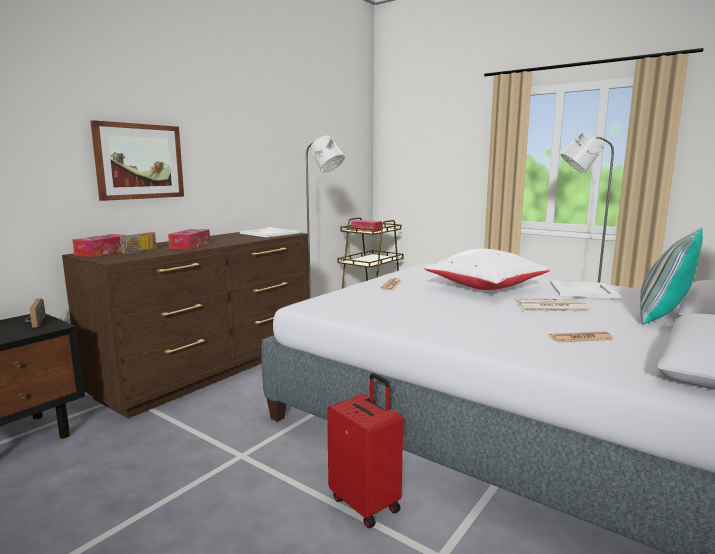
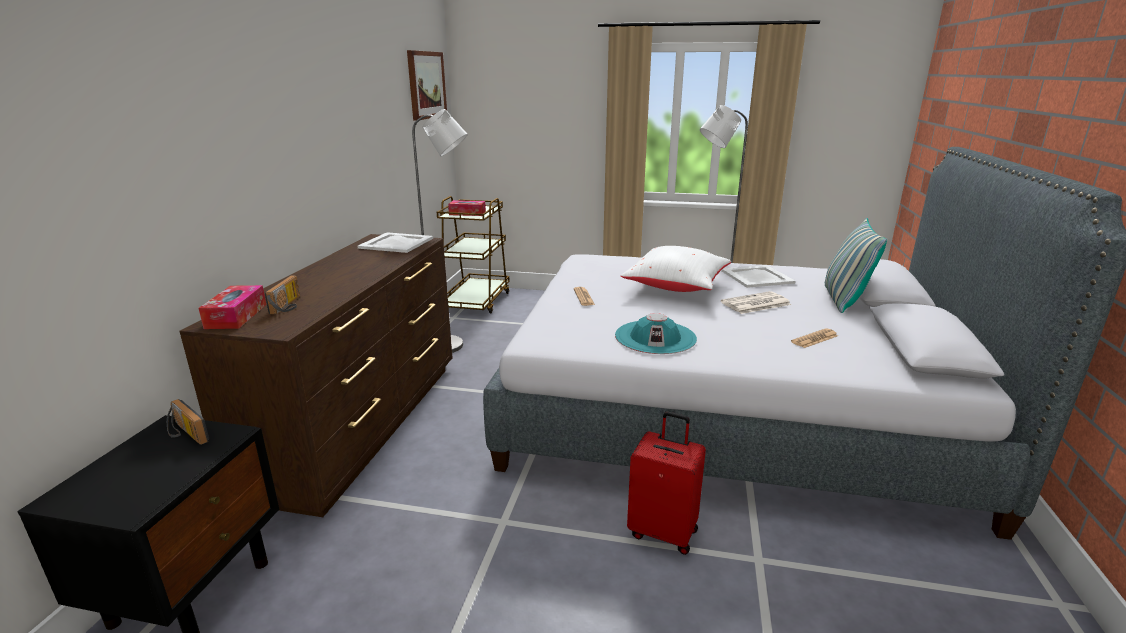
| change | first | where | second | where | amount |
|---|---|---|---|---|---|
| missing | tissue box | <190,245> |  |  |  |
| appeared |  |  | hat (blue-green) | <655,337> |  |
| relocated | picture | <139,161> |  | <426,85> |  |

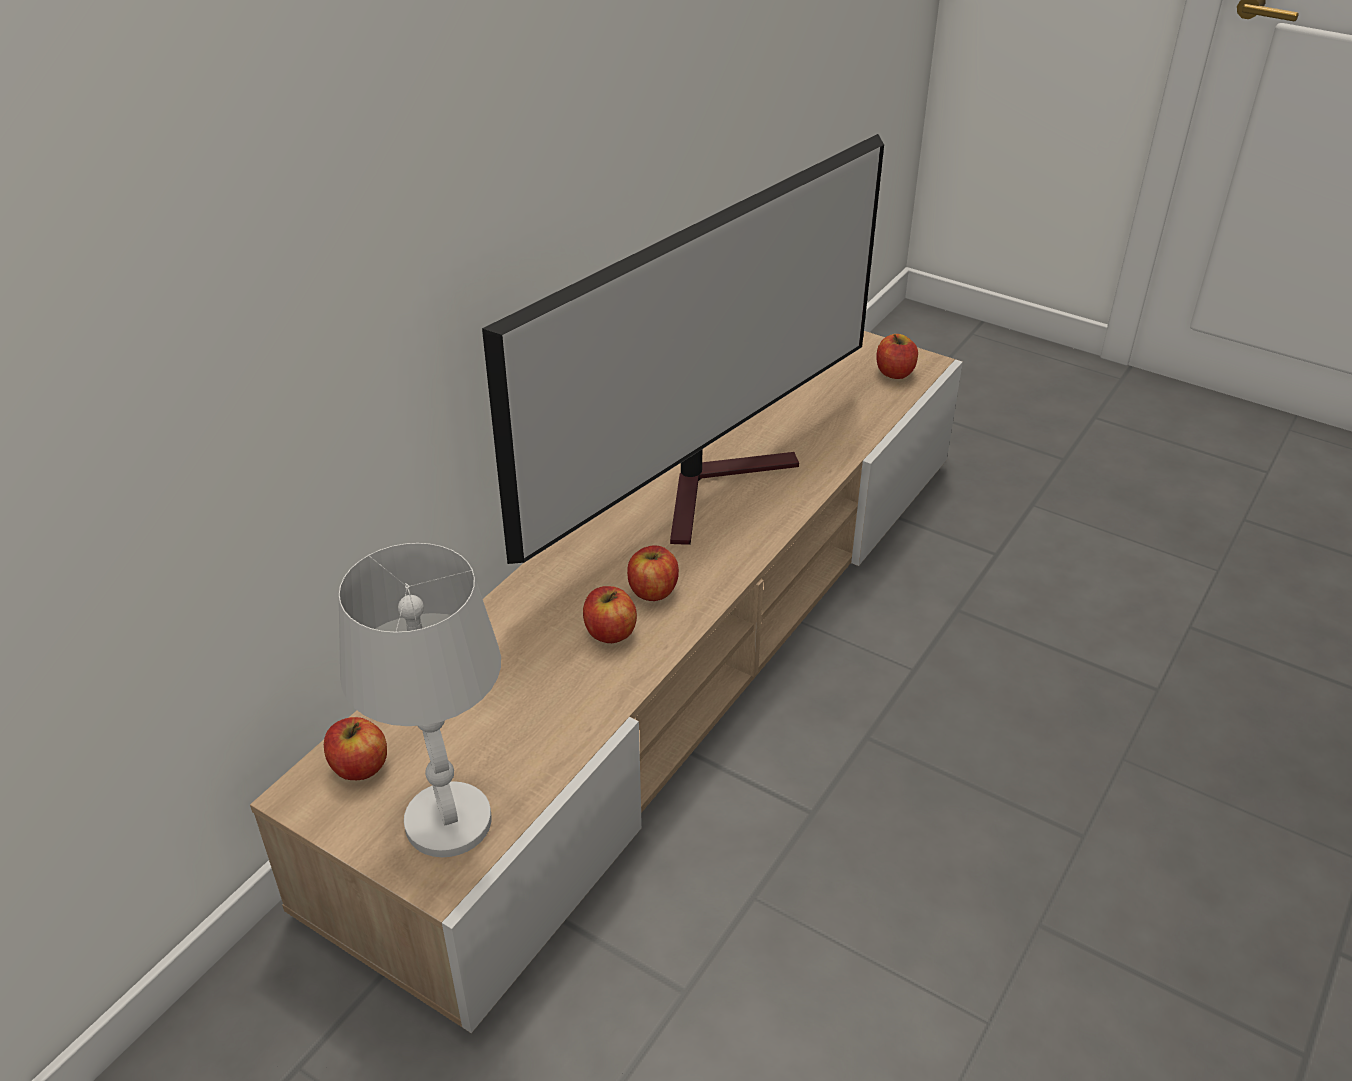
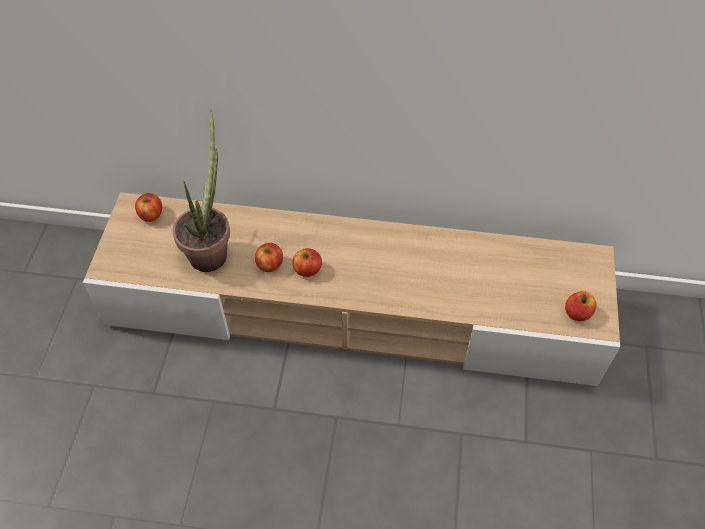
| change | first | where | second | where | amount |
|---|---|---|---|---|---|
| missing | tabletop lamp (whitish) | <449,822> |  |  |  |
| missing | television | <715,484> |  |  |  |
| appeared |  |  | houseplant | <211,250> |  |

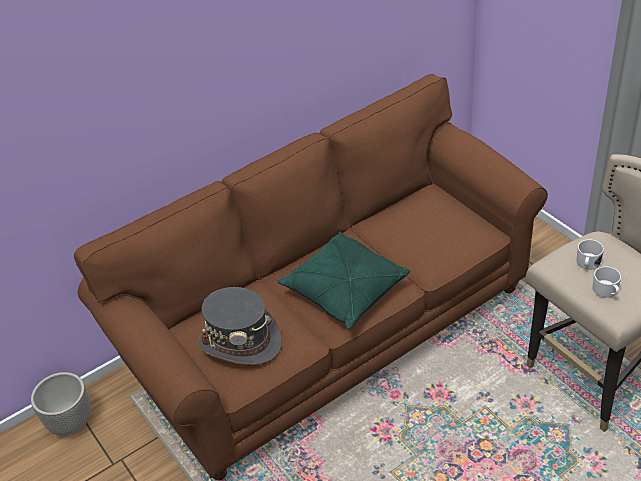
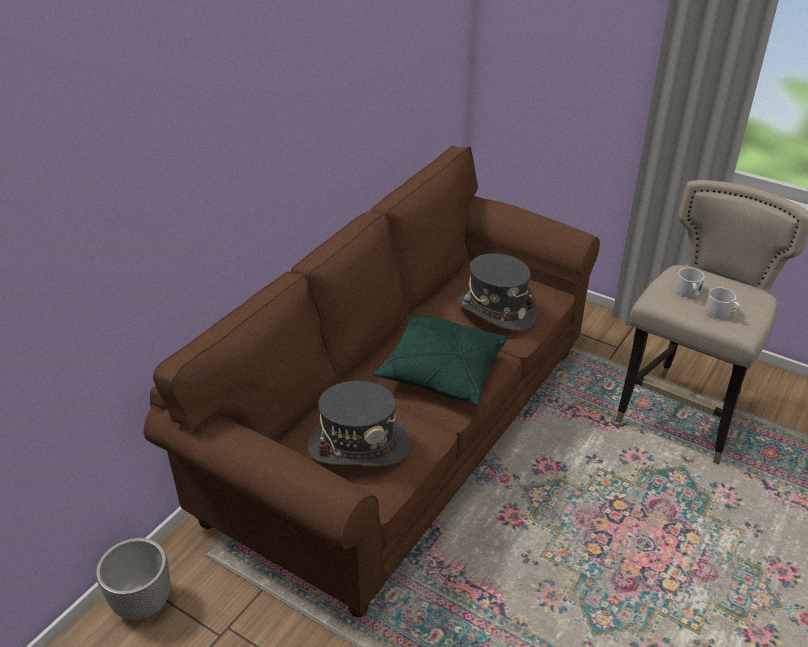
| change | first | where | second | where | amount |
|---|---|---|---|---|---|
| appeared |  |  | hat (gray) | <496,310> |  |

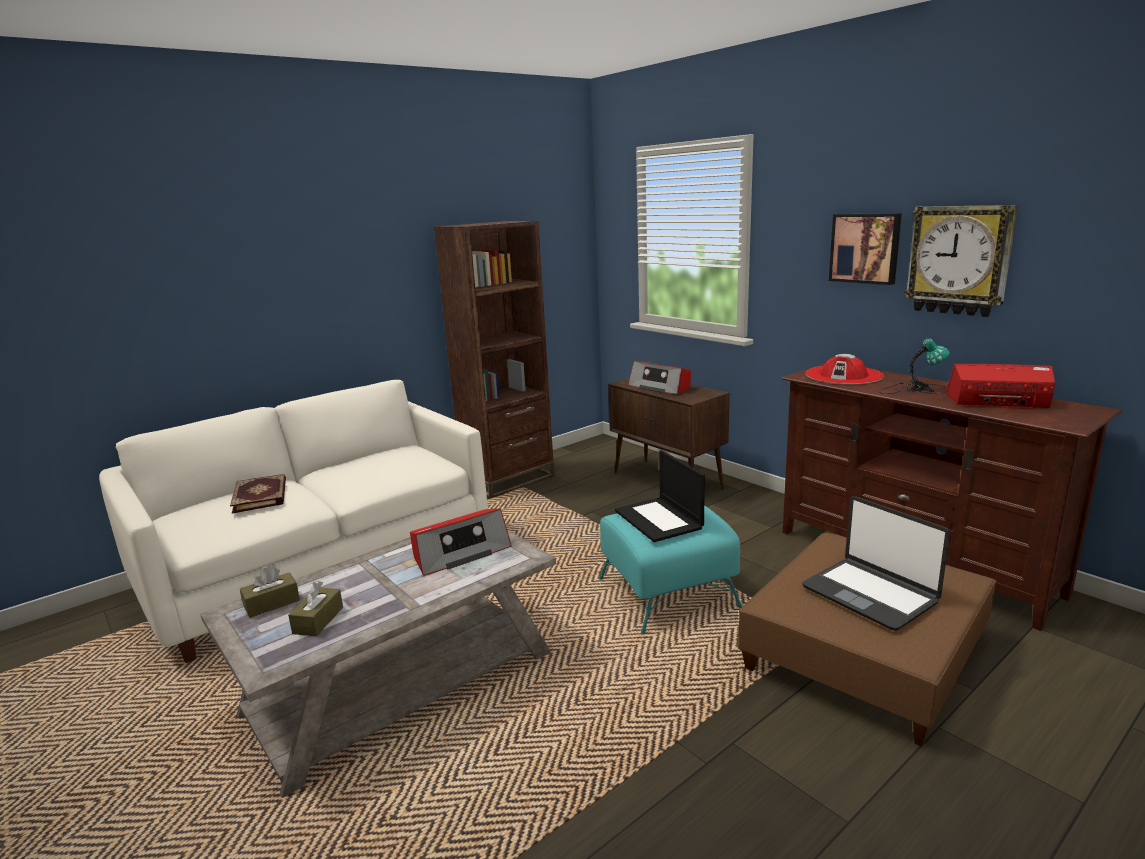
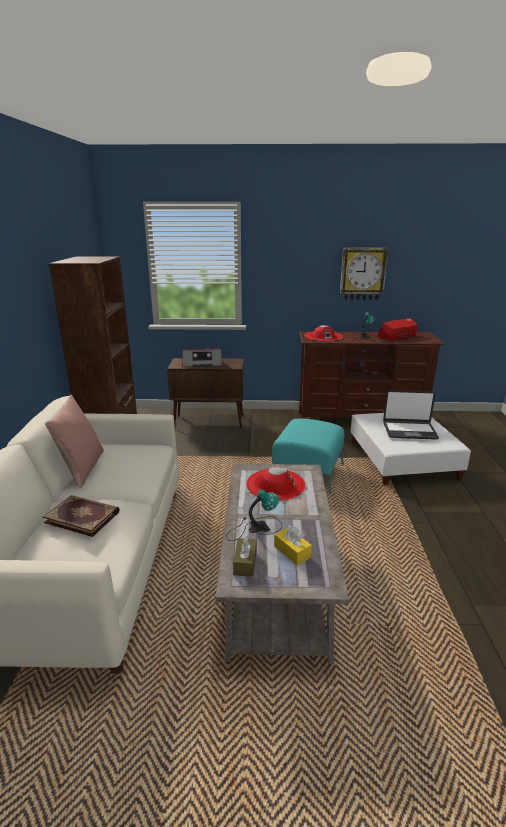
| change | first | where | second | where | amount |
|---|---|---|---|---|---|
| missing | laptop | <659,520> |  |  |  |
| missing | picture | <865,248> |  |  |  |
| appeared |  |  | throw pillow (pink) | <82,469> |  |
| appeared |  |  | tabletop lamp | <255,528> |  |
| exchanged | radio receiver | <460,553> | hat (red-coloured) | <275,484> |  |
| colour | tissue box (brownish) | <318,620> | tissue box (yellow-coloured) | <292,551> |  |
| colour | footrest (brownish) | <865,653> | footrest (whitish) | <402,459> |  |

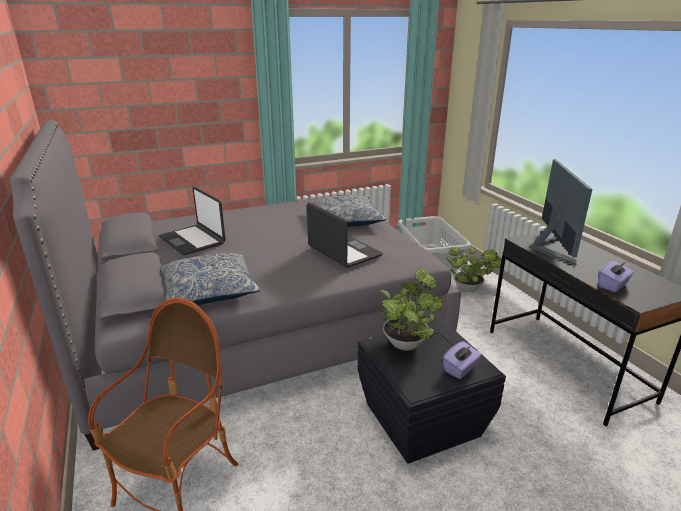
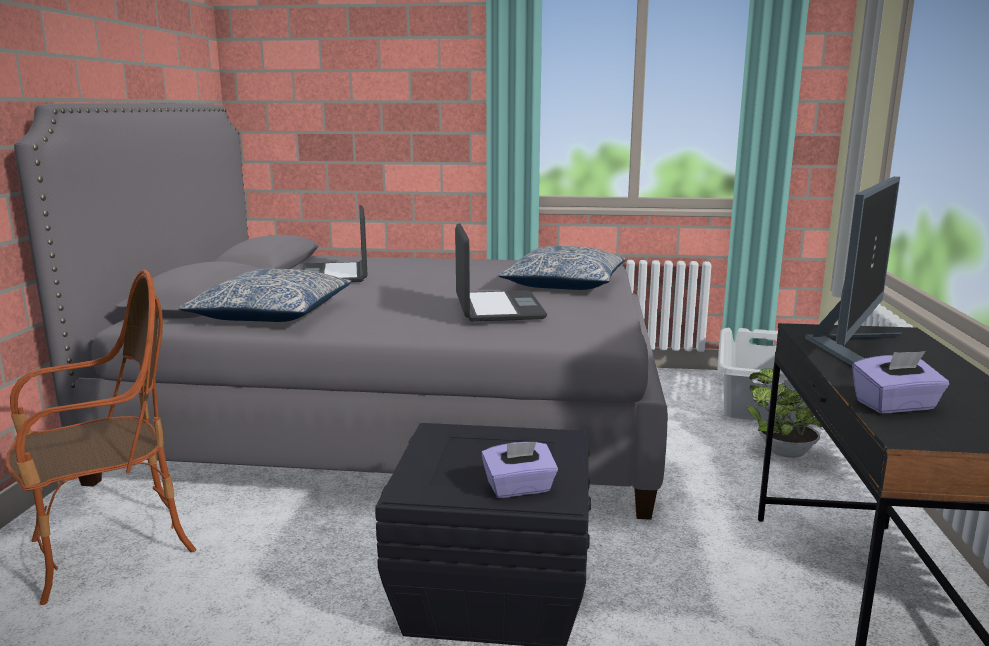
| change | first | where | second | where | amount |
|---|---|---|---|---|---|
| missing | houseplant | <406,342> |  |  |  |

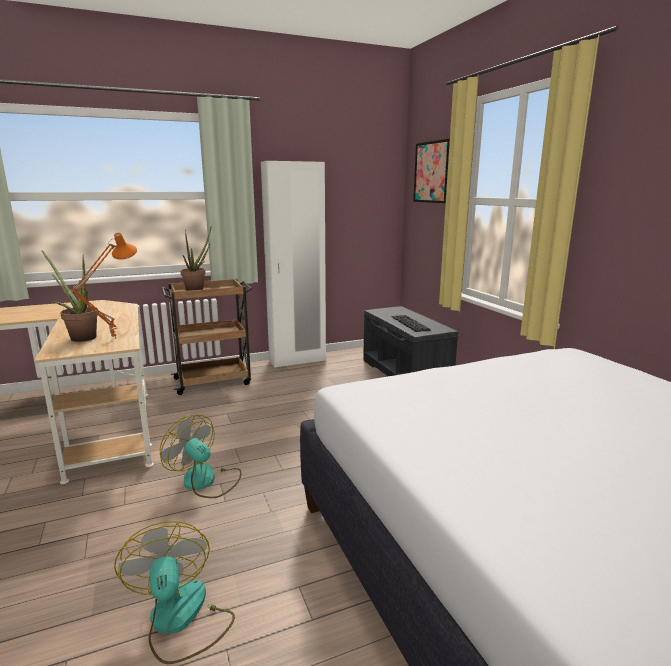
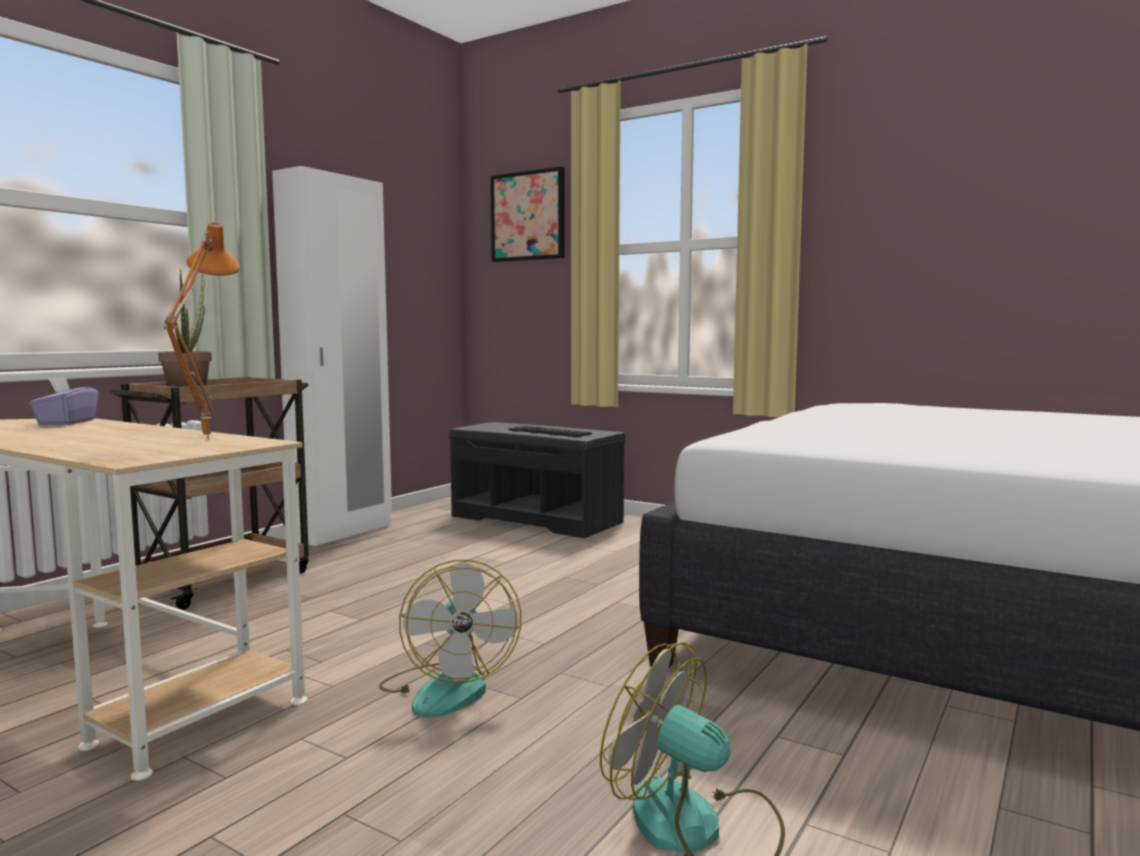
| change | first | where | second | where | amount |
|---|---|---|---|---|---|
| missing | houseplant | <80,337> |  |  |  |
| appeared |  |  | tissue box (purple) | <66,423> |  |
| spun | fan | <206,481> |  | <447,688> | 105 degrees counterclockwise |

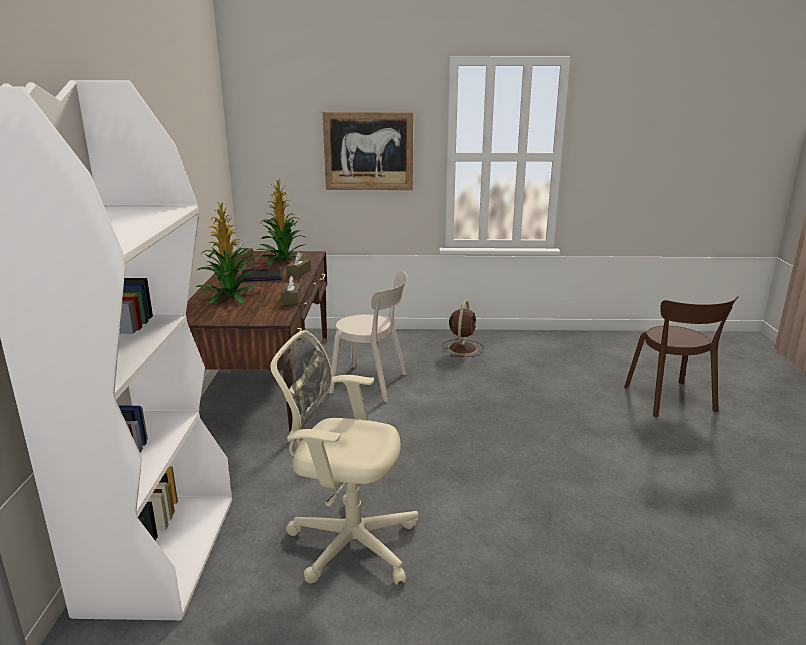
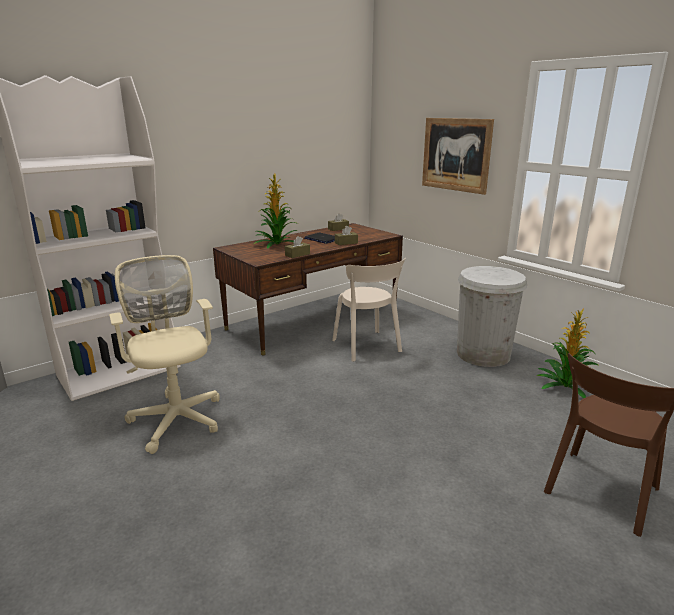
| change | first | where | second | where | amount |
|---|---|---|---|---|---|
| relocated | houseplant | <282,260> |  | <565,385> |  |
| exchanged | fan (brownish) | <463,348> | rubbish bin (whitish) | <483,354> |  |

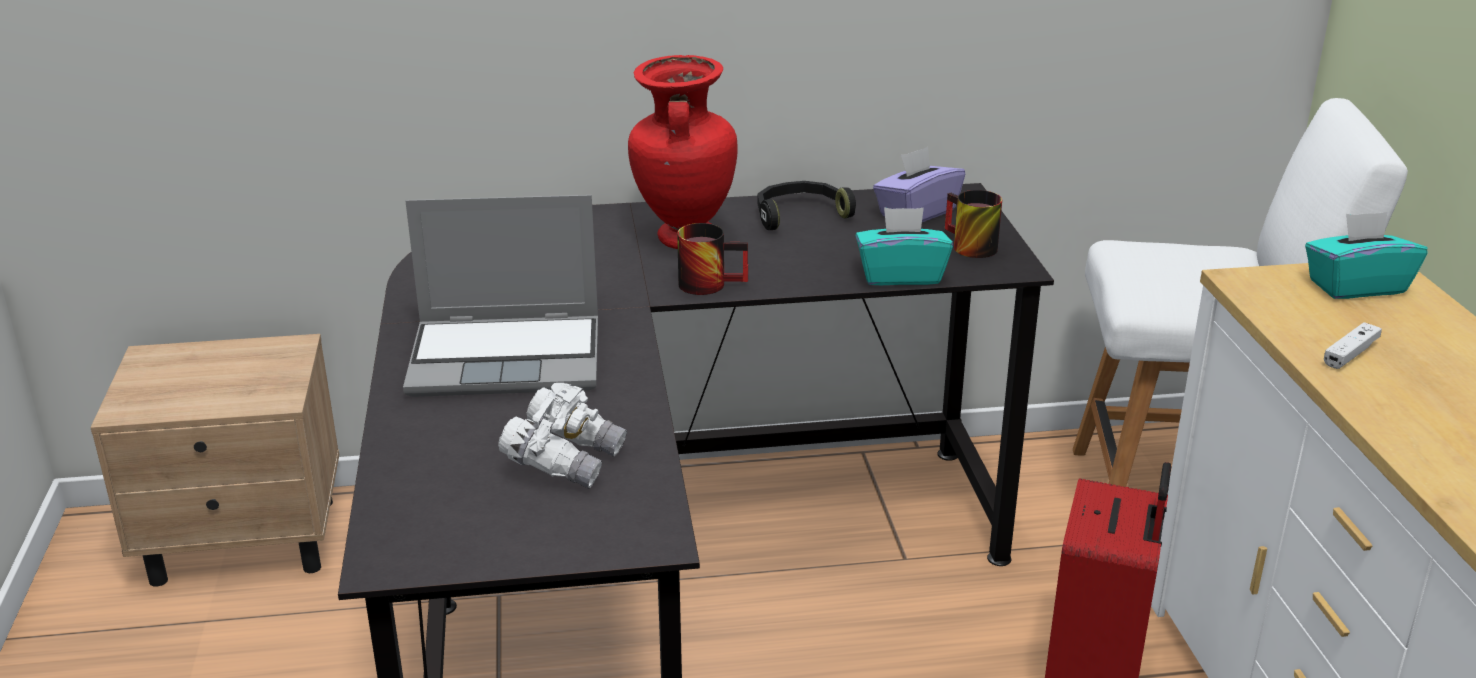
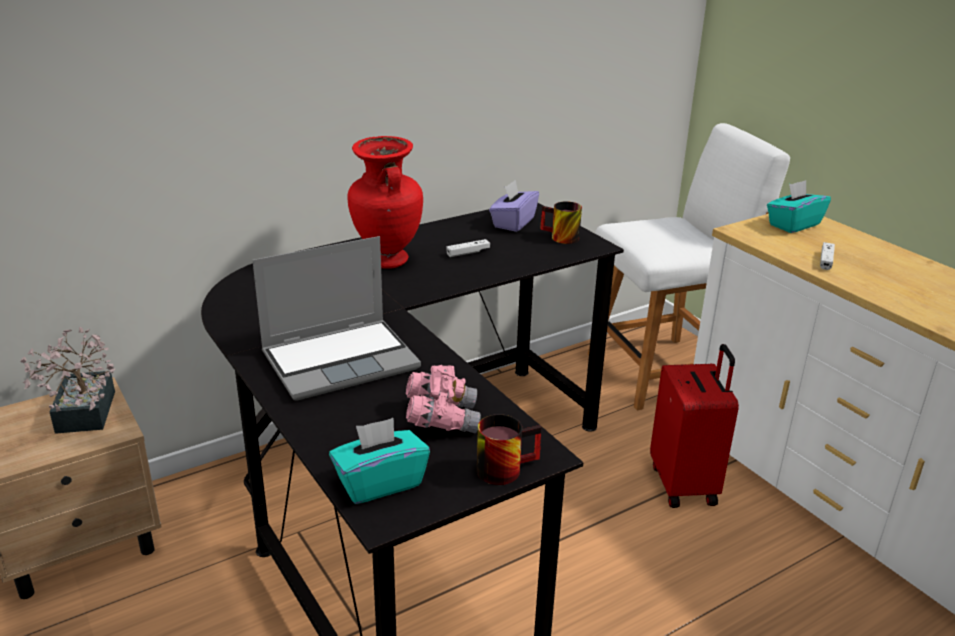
| change | first | where | second | where | amount |
|---|---|---|---|---|---|
| missing | headphones (blackish) | <799,215> |  |  |  |
| appeared |  |  | houseplant | <83,417> |  |
| appeared |  |  | joypad (whitish) | <468,253> |  |
| relocated | mug | <710,282> |  | <504,466> |  |
| relocated | tissue box (blue-green) | <900,275> |  | <379,482> |  |
| colour | field glasses (whitish) | <565,461> | field glasses (pink) | <441,419> |  |

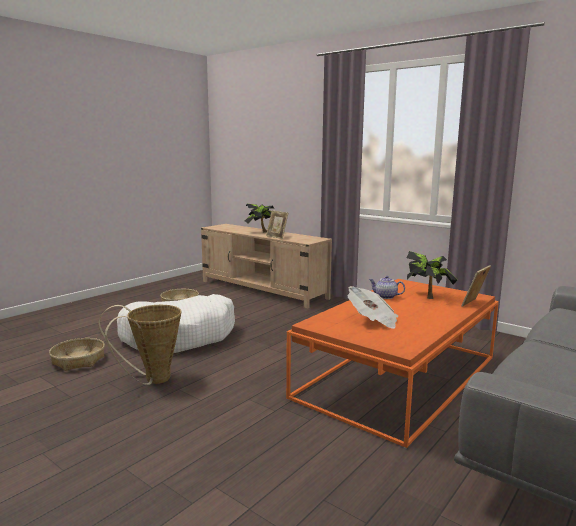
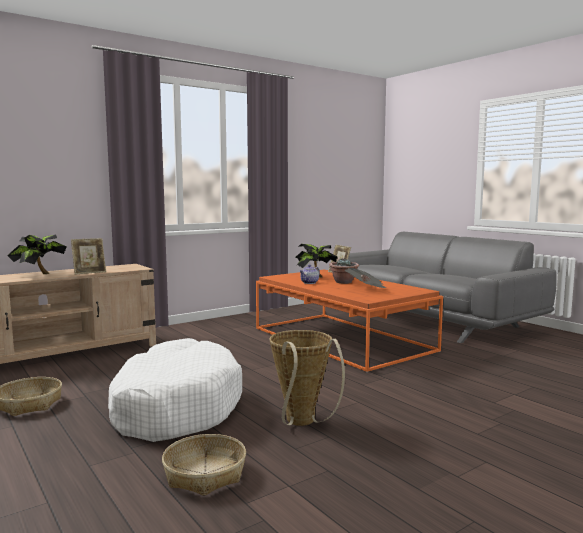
| change | first | where | second | where | amount |
|---|---|---|---|---|---|
| appeared |  |  | houseplant | <343,282> |  |

